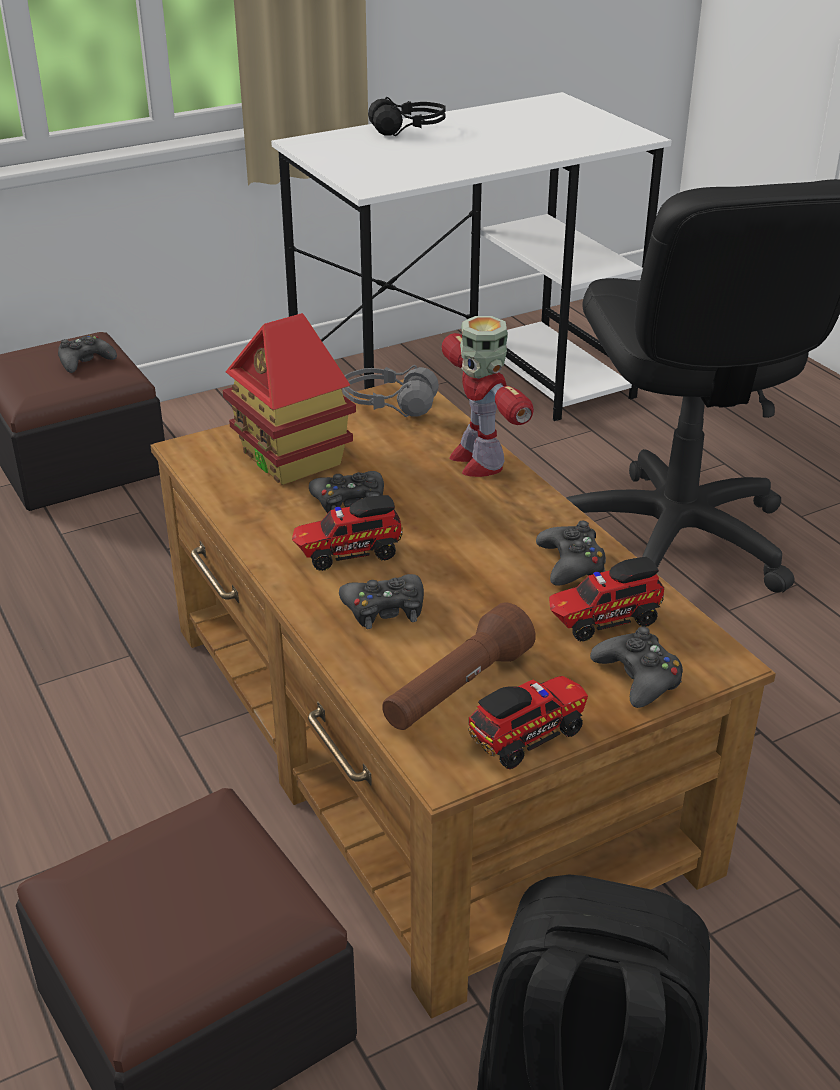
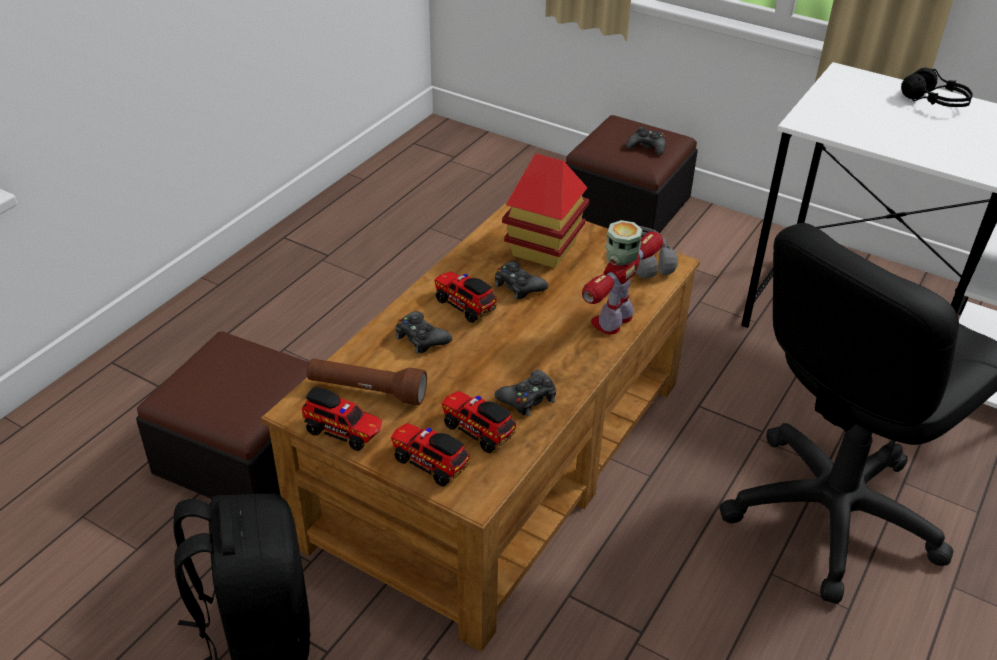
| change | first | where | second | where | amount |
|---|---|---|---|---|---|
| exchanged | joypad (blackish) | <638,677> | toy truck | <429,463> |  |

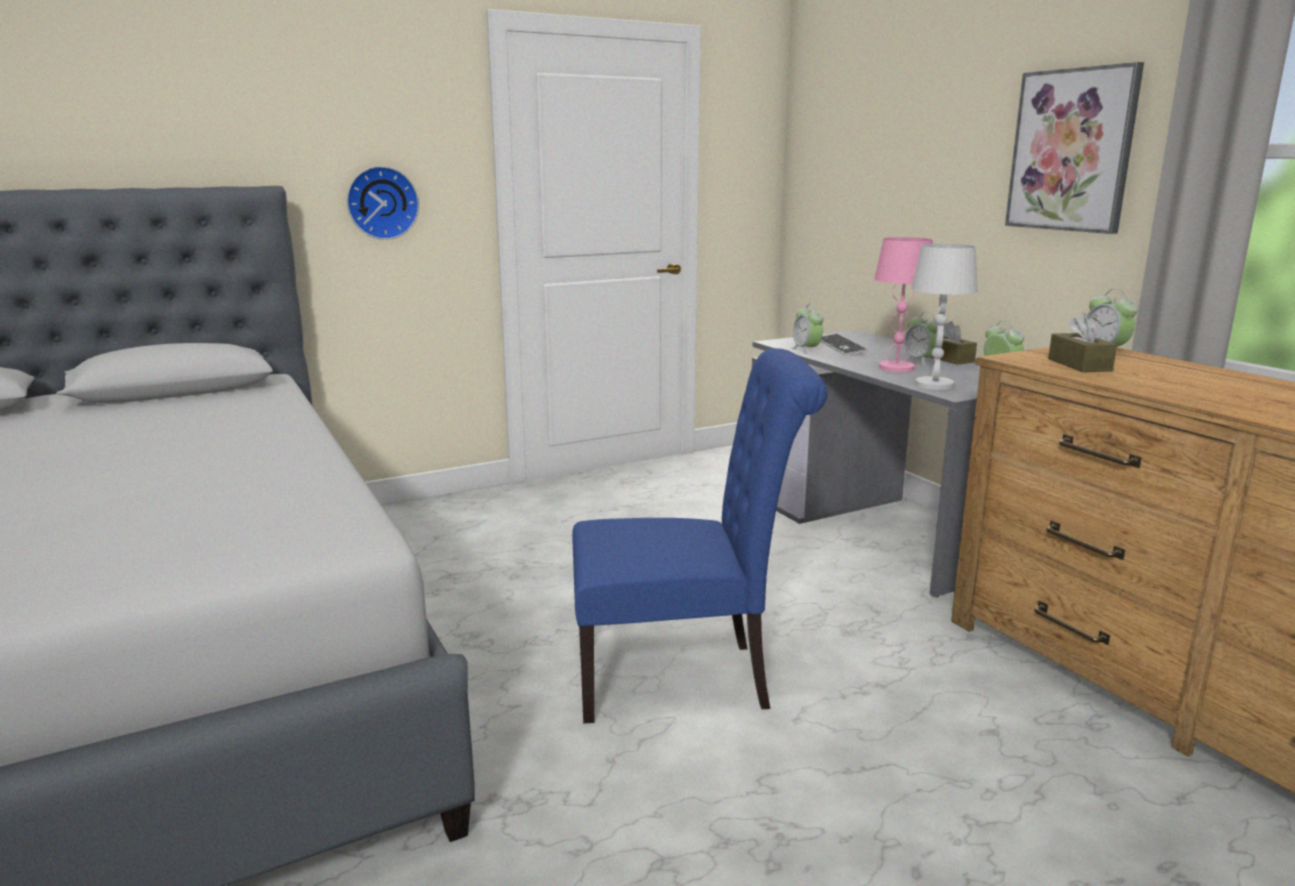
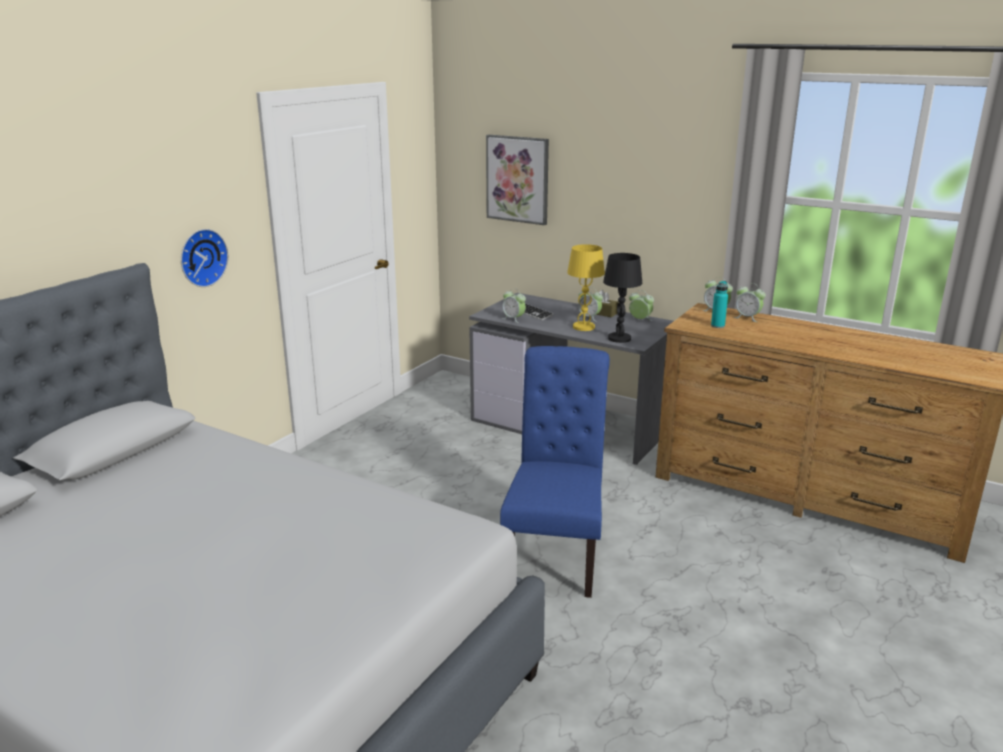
| change | first | where | second | where | amount |
|---|---|---|---|---|---|
| appeared |  |  | table clock | <747,318> |  |
| relocated | picture | <1072,150> |  | <518,179> |  |
| exchanged | tissue box (brownish) | <1079,365> | drink bottle (blue-green) | <717,326> |  |
| colour | tabletop lamp (pink) | <896,368> | tabletop lamp (yellow-coloured) | <583,327> |  |
| colour | tabletop lamp (whitish) | <934,385> | tabletop lamp (blackish) | <619,338> |  |
| spun | plain chair (blue-coloured) | <684,679> |  | <556,554> | 45 degrees counterclockwise |

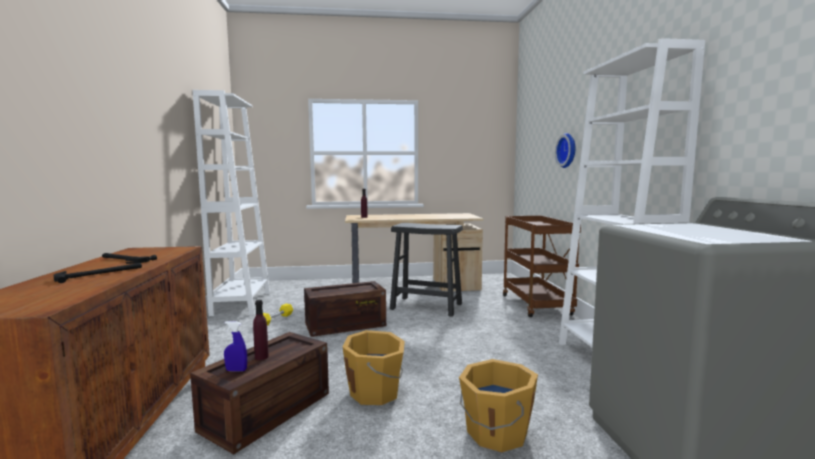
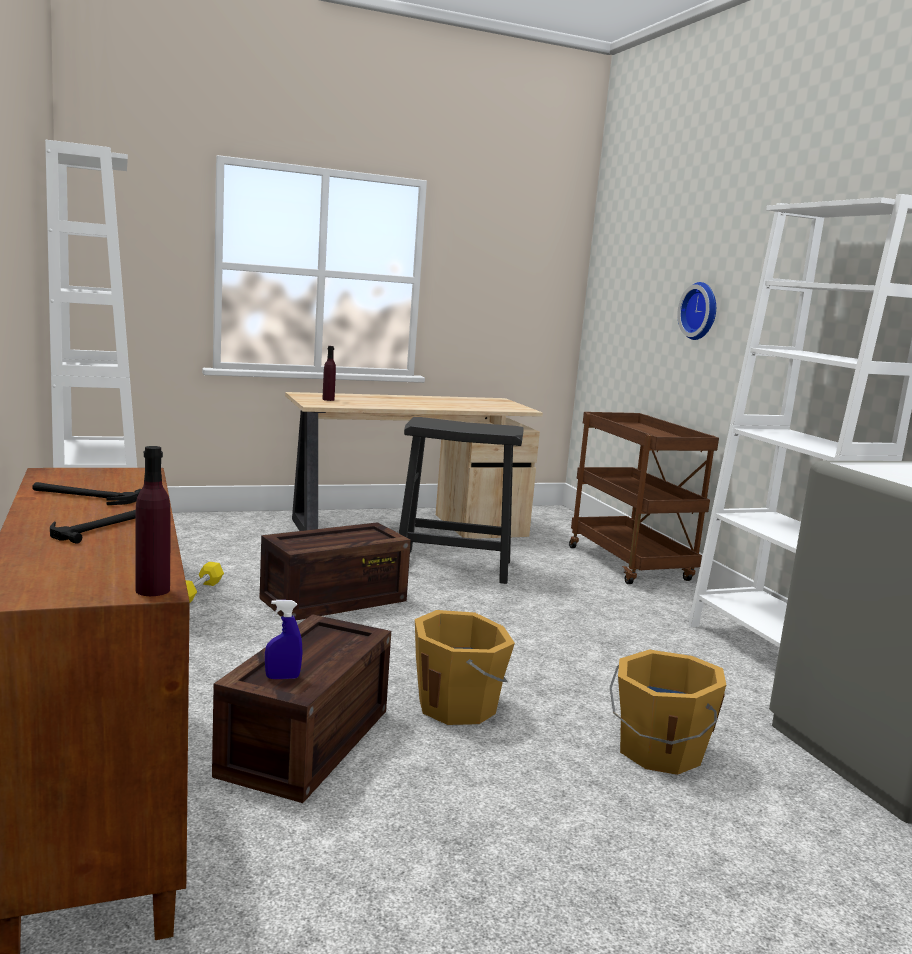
| change | first | where | second | where | amount |
|---|---|---|---|---|---|
| relocated | drink bottle (purple) | <261,357> |  | <152,590> |  |

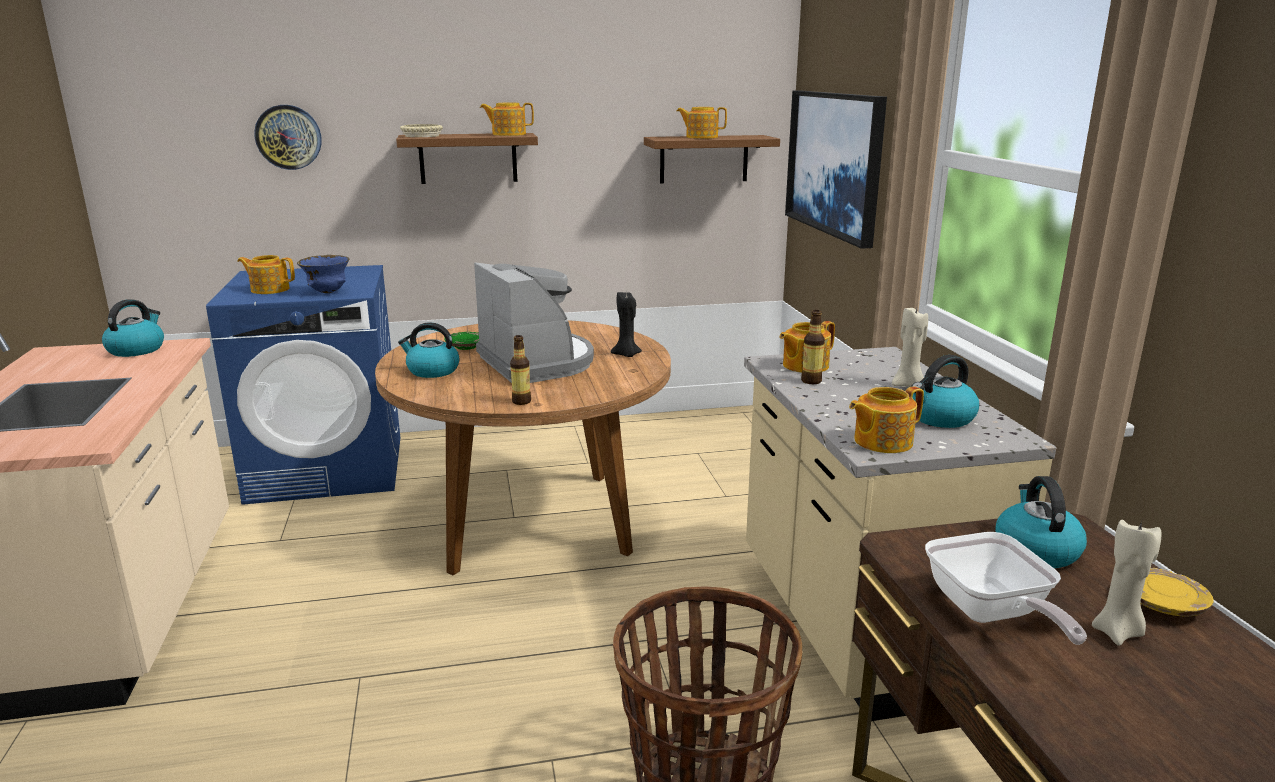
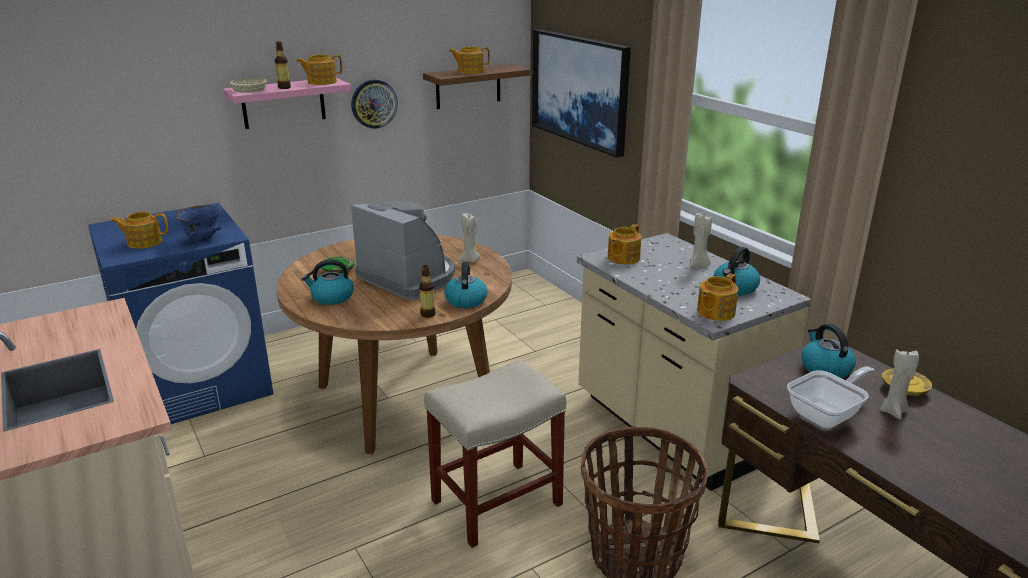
| change | first | where | second | where | amount |
|---|---|---|---|---|---|
| appeared |  |  | stool seat (beige) | <495,503> |  |
| relocated | kettle | <136,349> |  | <465,300> |  |
| relocated | wall clock | <288,137> |  | <374,103> |  |
| relocated | drink bottle | <811,381> |  | <284,88> |  |
| colour | wall shelf (brownish) | <468,158> | wall shelf (pink) | <283,103> |  |
| colour | wax candle (blackish) | <626,355> | wax candle (beige) | <470,260> |  |
| spun | frying pan | <991,614> |  | <827,414> | 90 degrees counterclockwise |

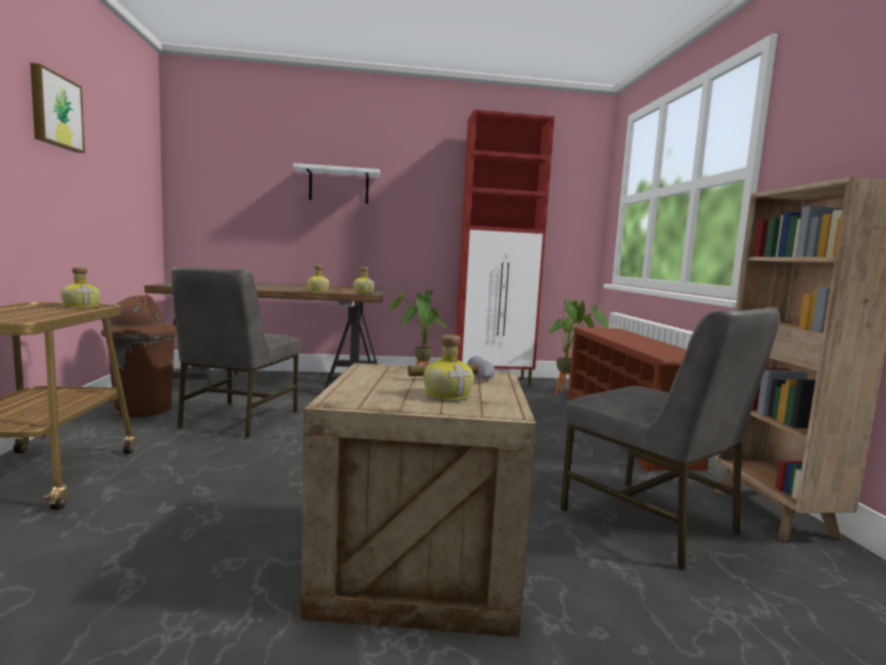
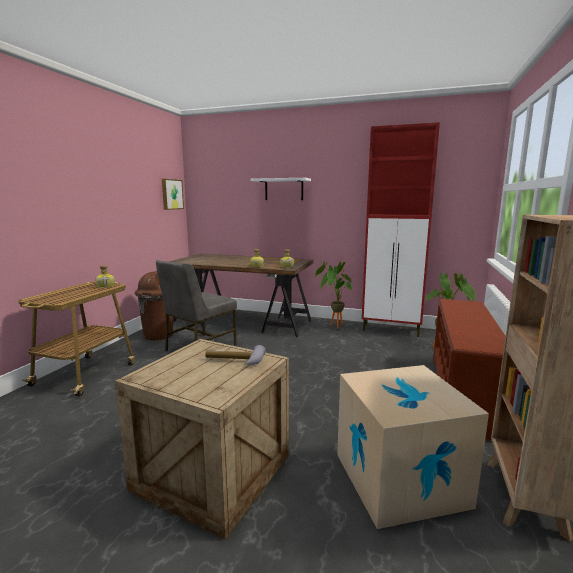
| change | first | where | second | where | amount |
|---|---|---|---|---|---|
| missing | drink bottle | <448,395> |  |  |  |
| relocated | picture | <55,111> |  | <171,194> |  |
| exchanged | plain chair (gray) | <651,522> | cardboard box | <399,479> |  |

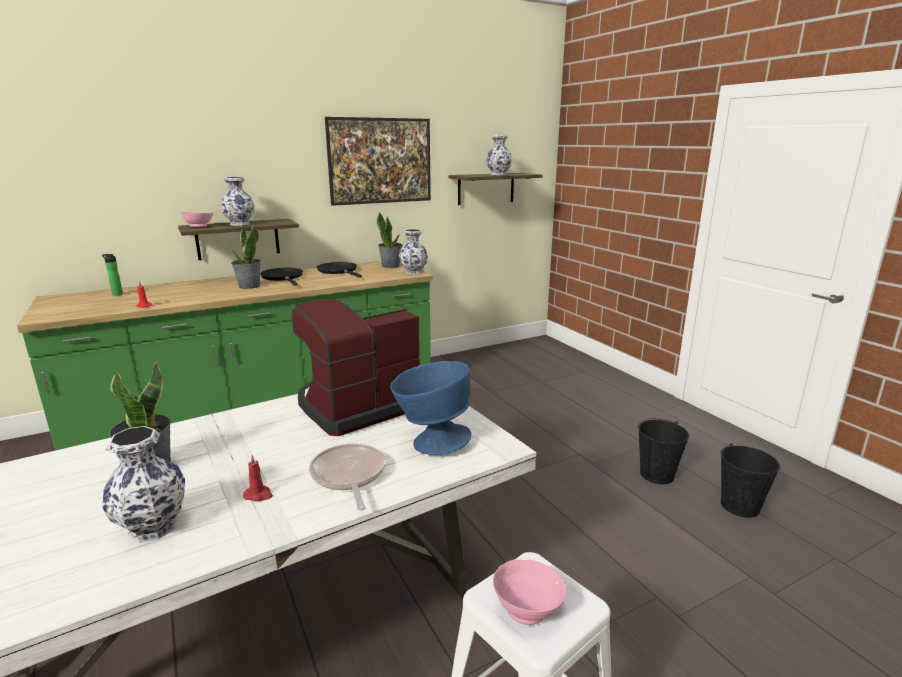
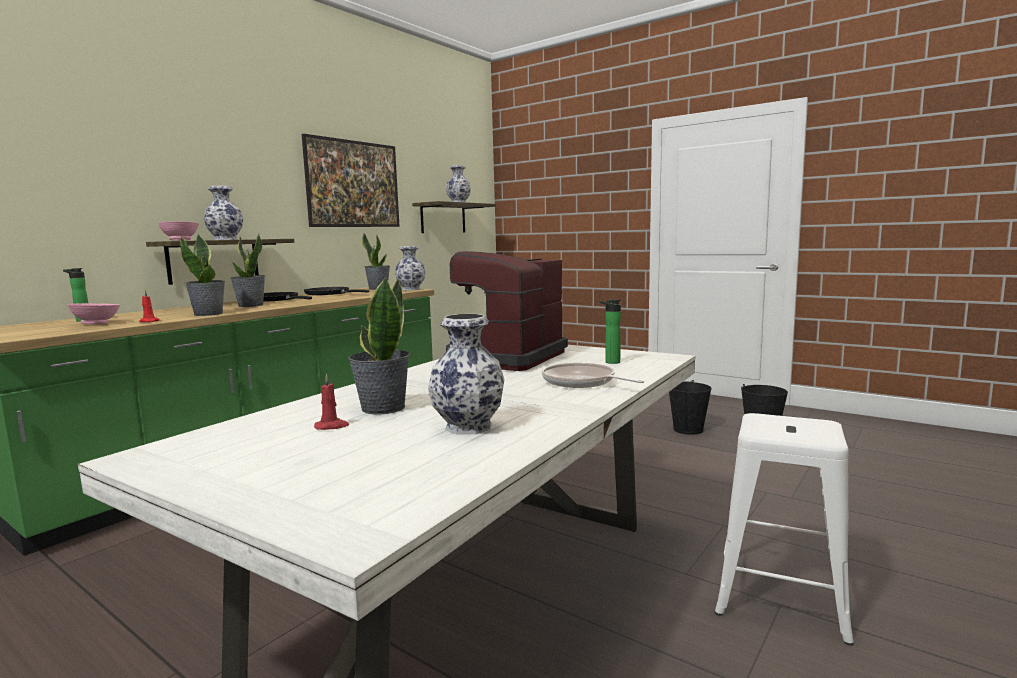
| change | first | where | second | where | amount |
|---|---|---|---|---|---|
| appeared |  |  | houseplant | <209,314> |  |
| relocated | wax candle (red-coloured) | <258,495> |  | <332,426> |  |
| relocated | deep dish (pink) | <528,610> |  | <97,324> |  |
| exchanged | deep dish (blue-coloured) | <431,442> | drink bottle | <610,362> |  |

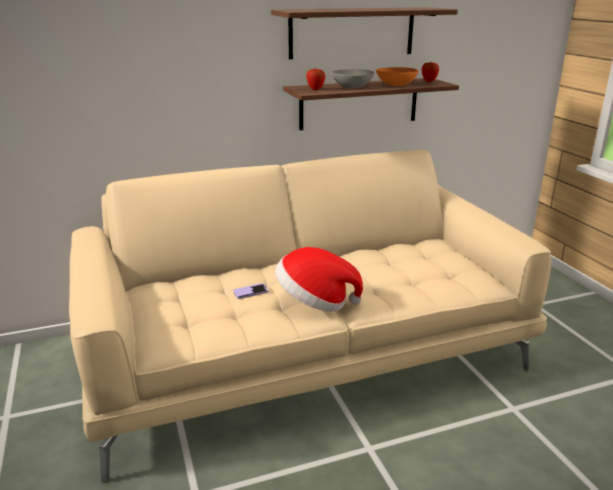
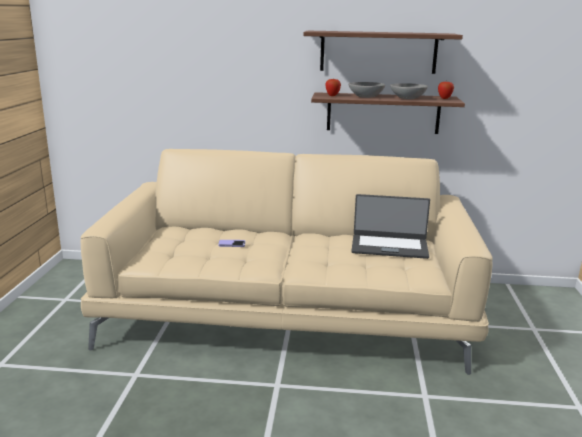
| change | first | where | second | where | amount |
|---|---|---|---|---|---|
| missing | hat | <315,301> |  |  |  |
| appeared |  |  | laptop | <389,246> |  |
| colour | deep dish (orangey) | <396,85> | deep dish (gray) | <407,98> |  |

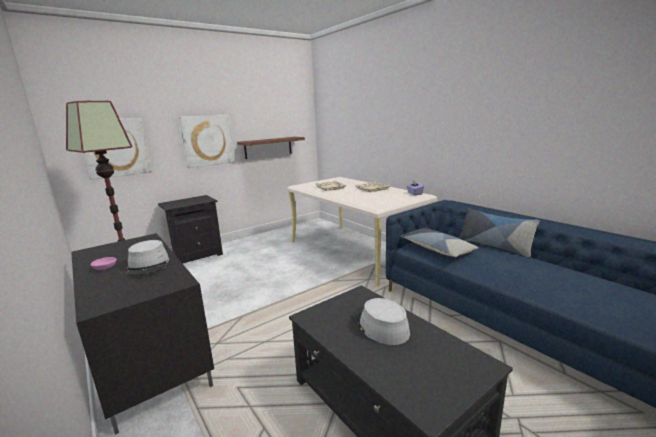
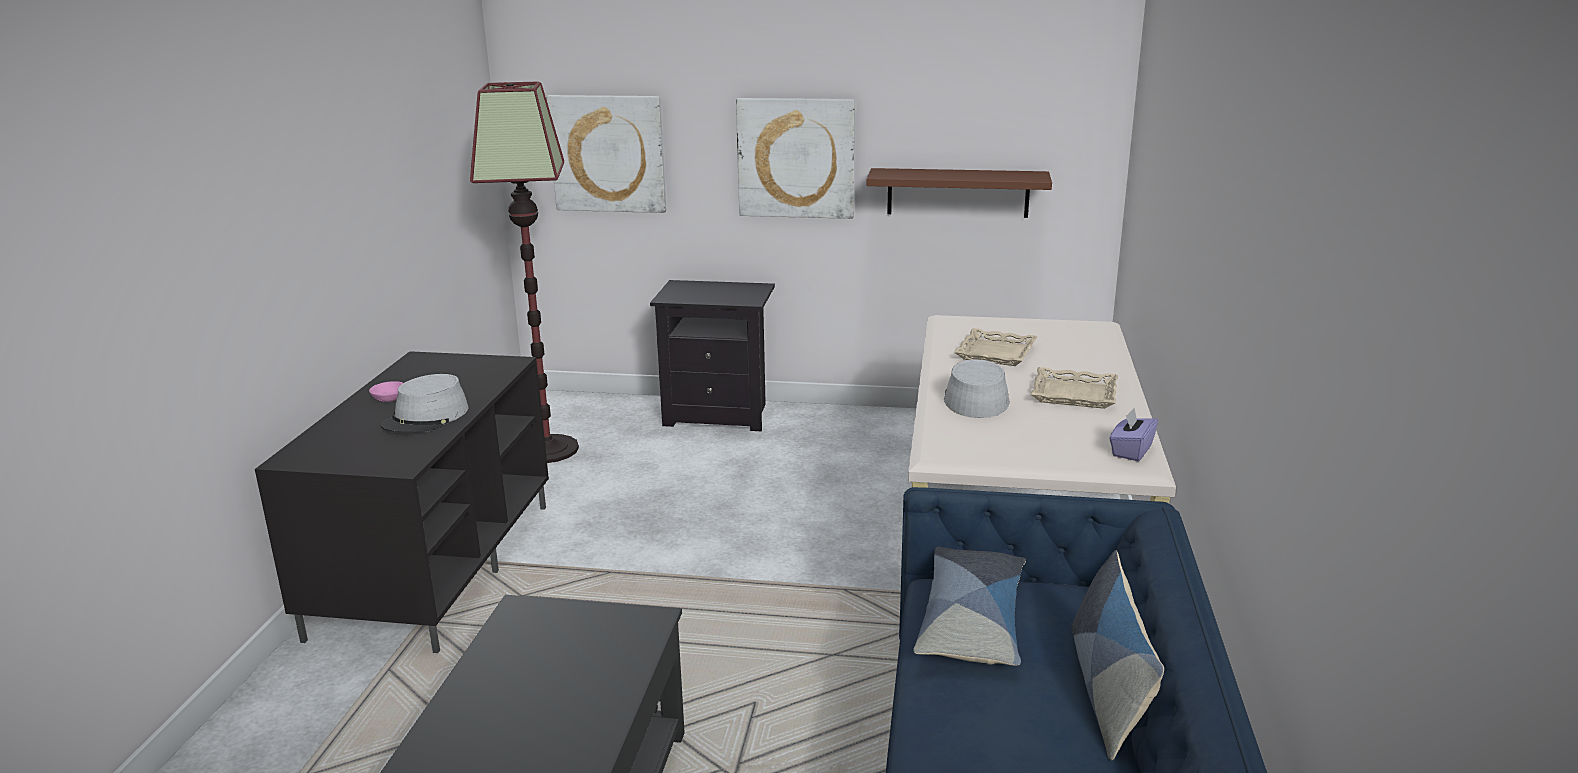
| change | first | where | second | where | amount |
|---|---|---|---|---|---|
| relocated | hat (gray) | <379,326> |  | <975,398> |  |

